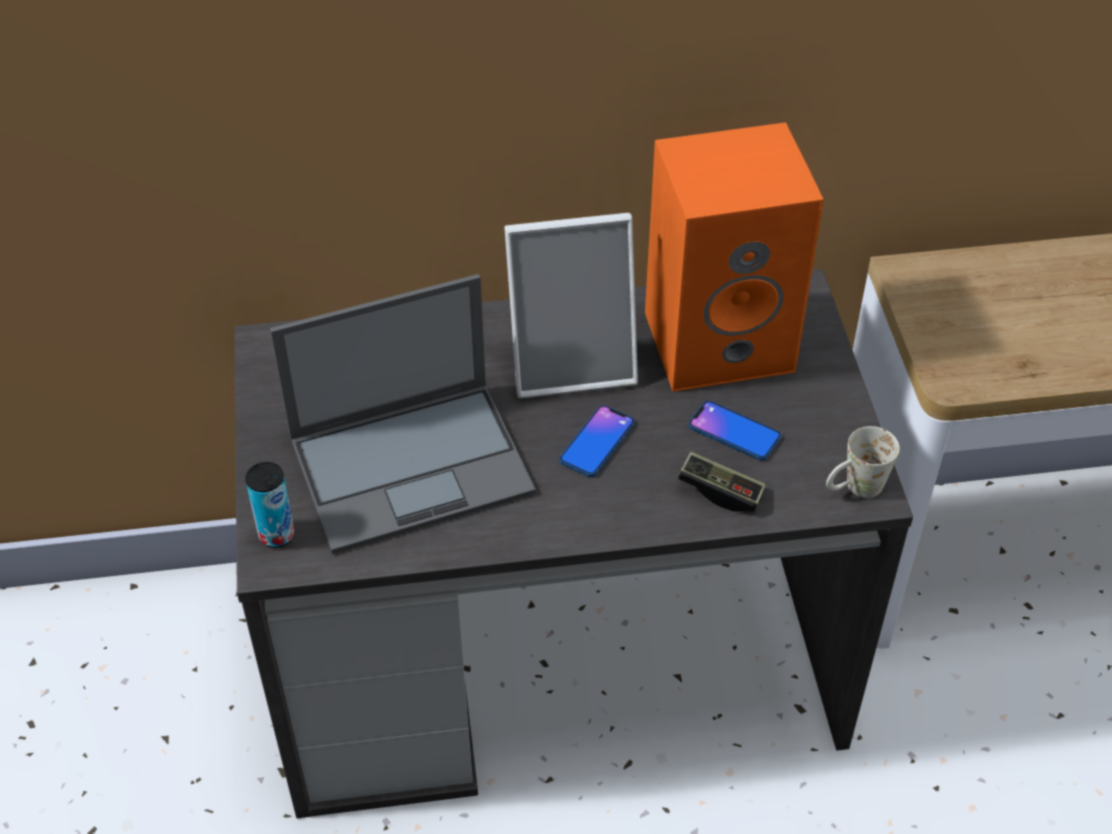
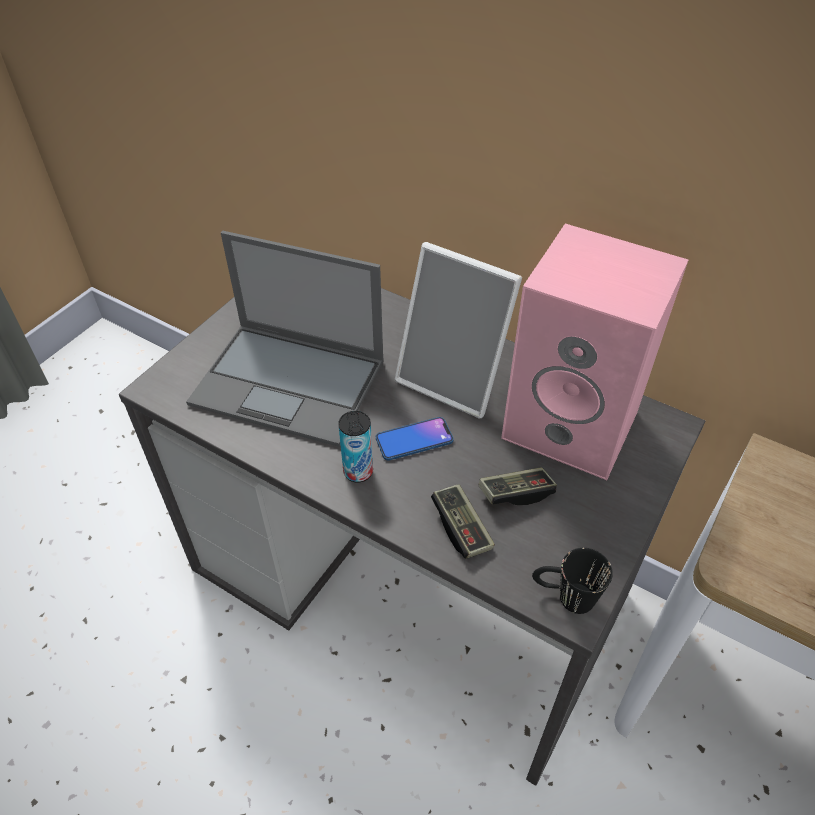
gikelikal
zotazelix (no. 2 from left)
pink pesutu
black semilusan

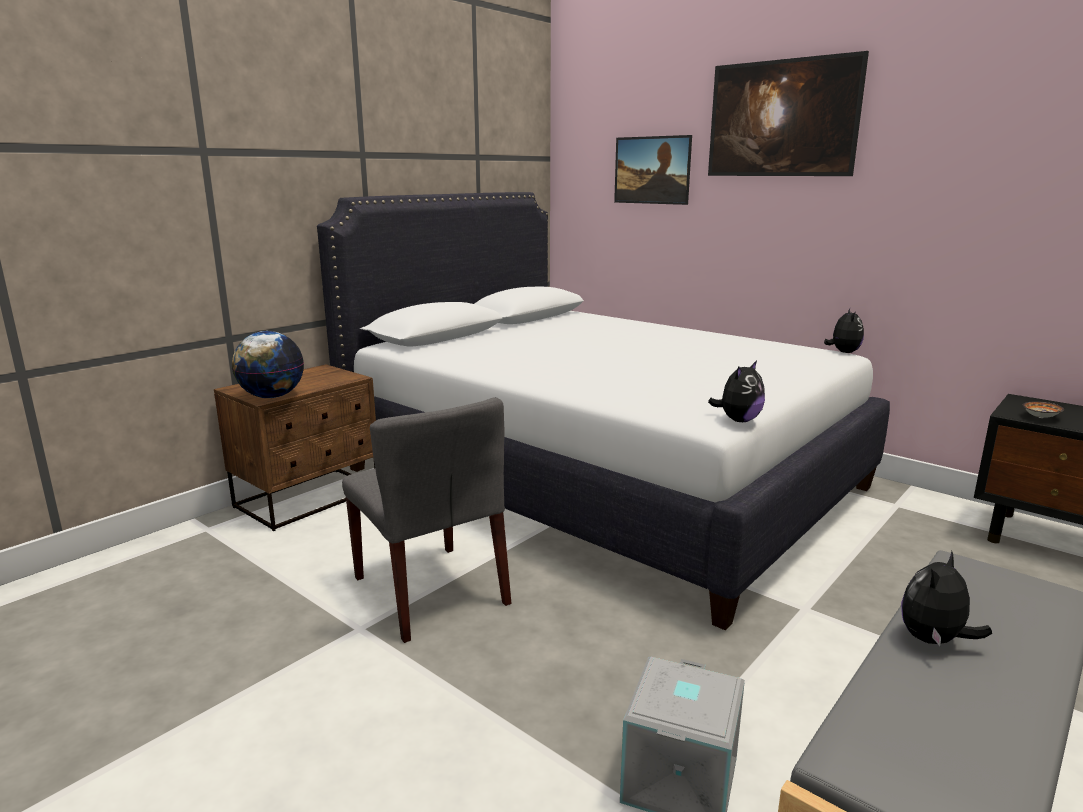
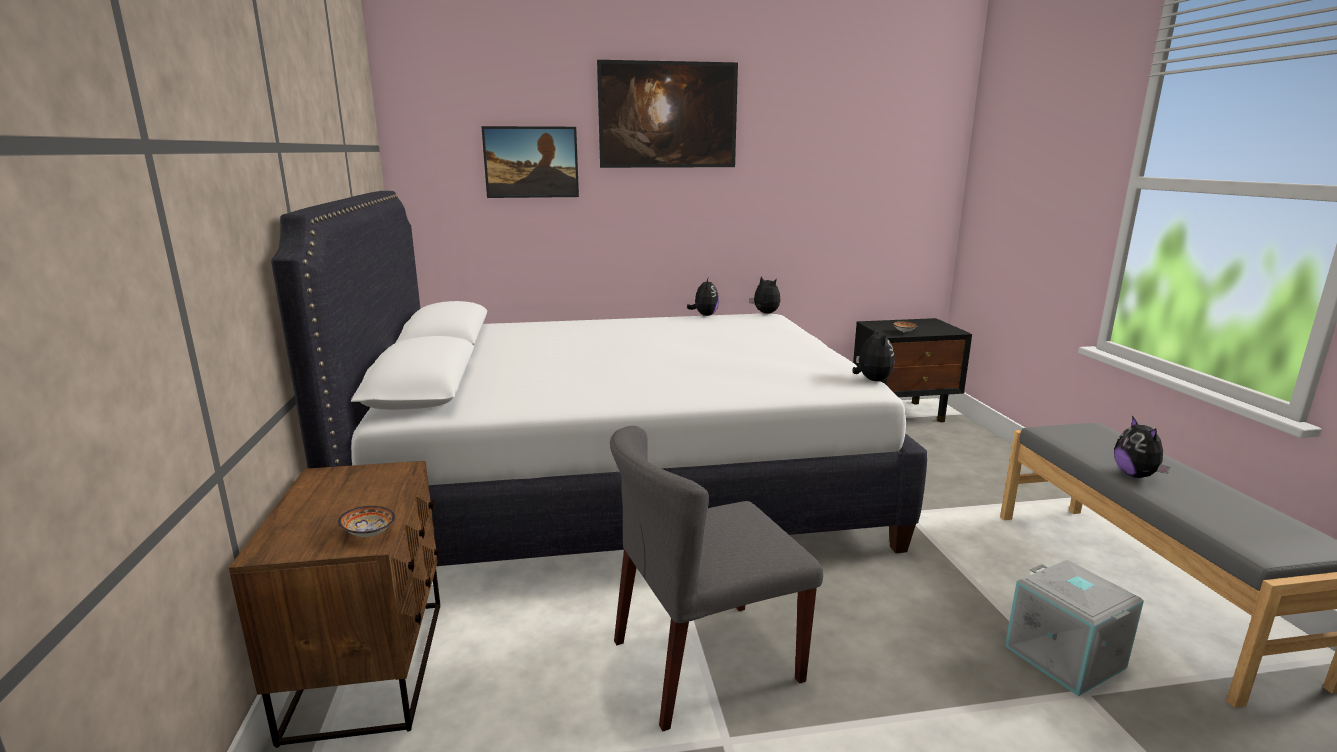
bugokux (no. 1 from left)
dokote (no. 1 from left)
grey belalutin

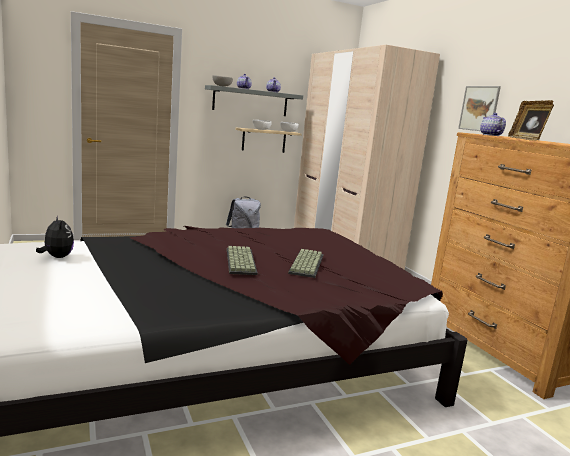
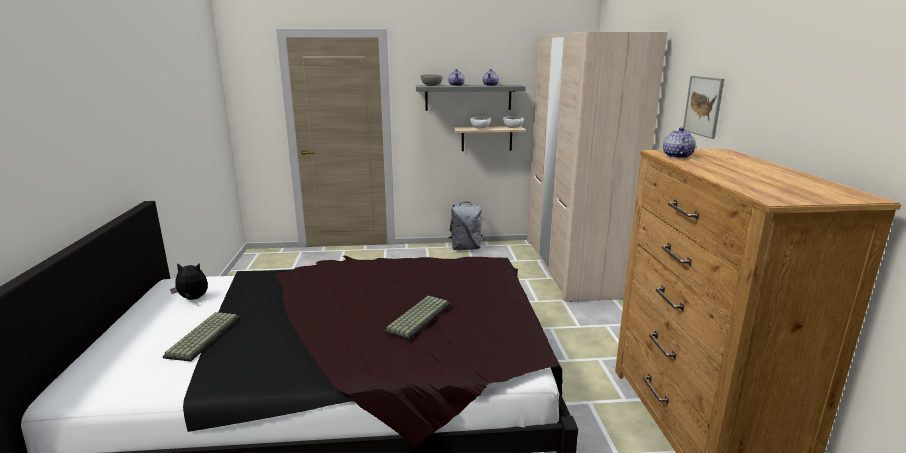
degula
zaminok (no. 1 from left)
bugokux

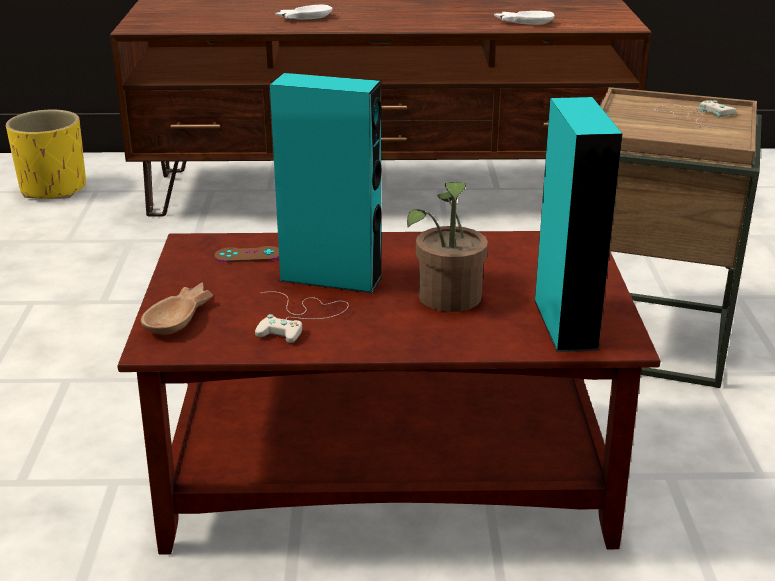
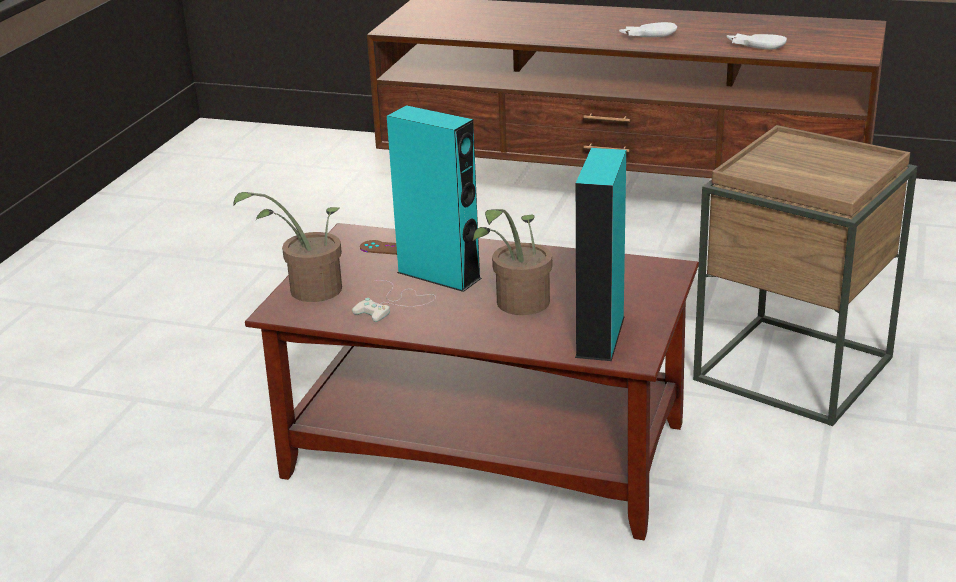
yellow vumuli
white zotazelix (no. 2 from left in the first image)
white dokote (no. 1 from left)
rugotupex (no. 1 from left)

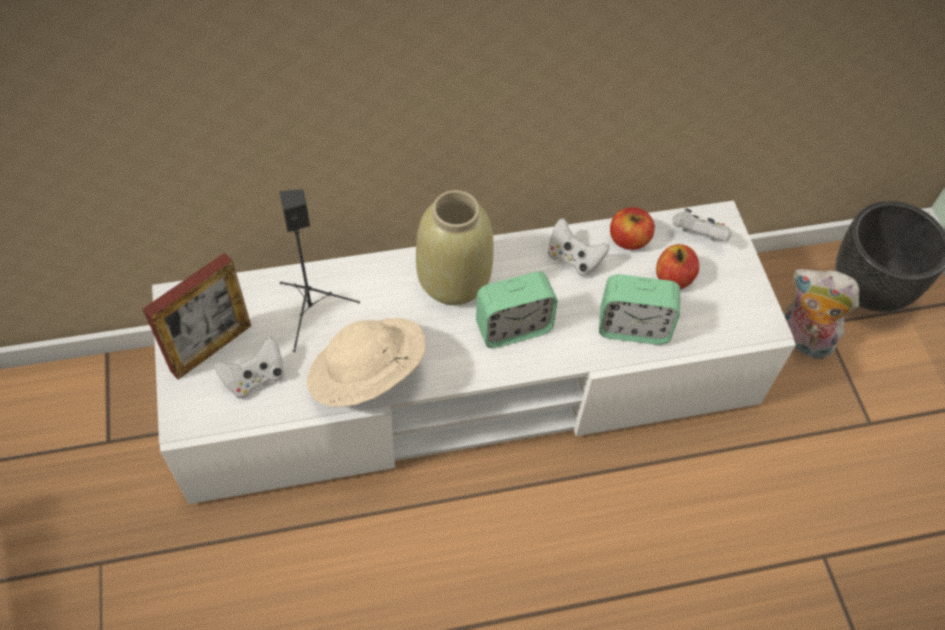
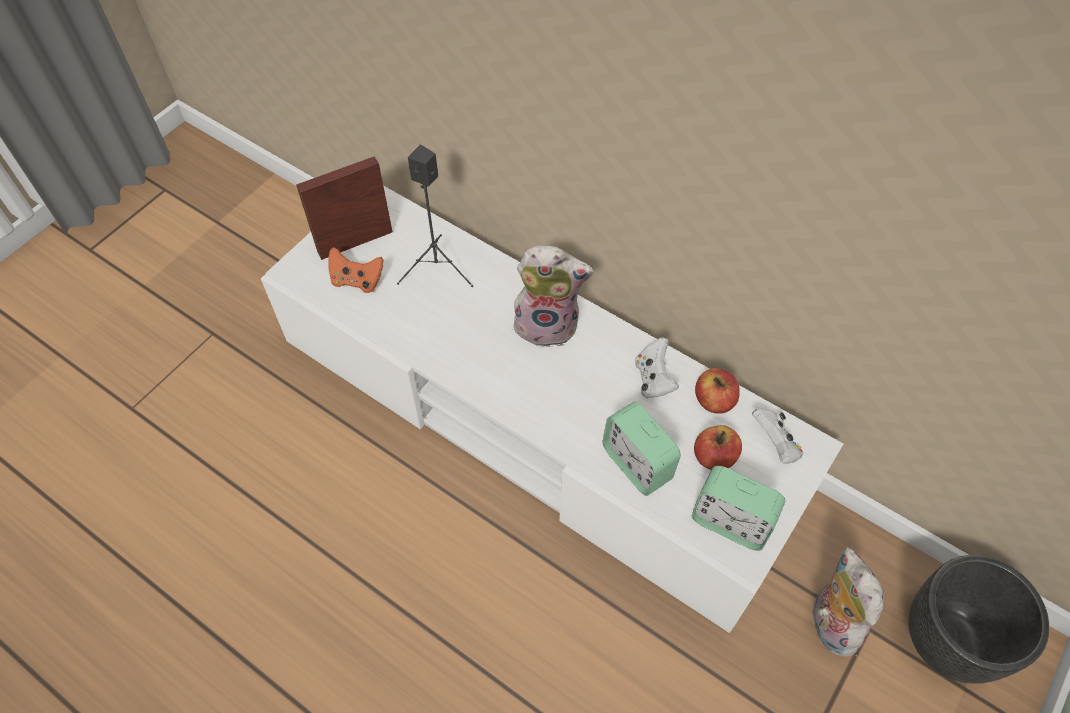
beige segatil
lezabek (no. 2 from left)
bugokux (no. 1 from left)
orange zotazelix
degula

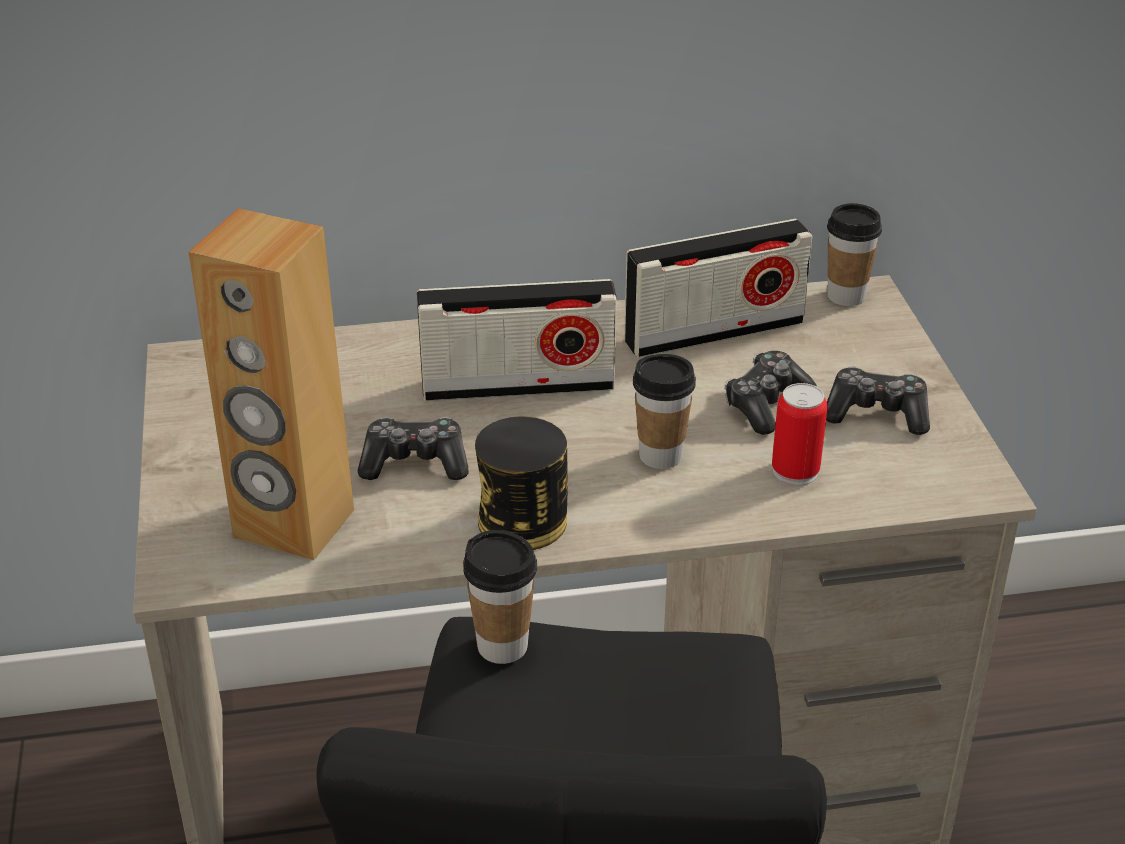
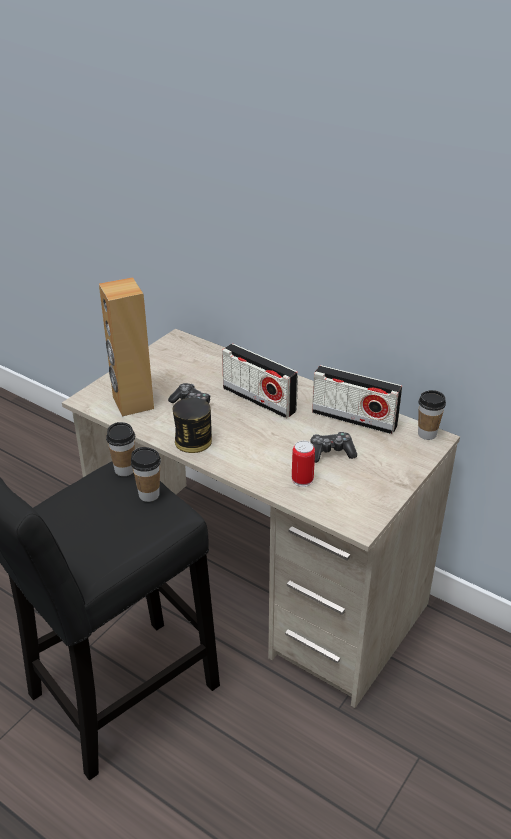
zotazelix (no. 3 from left in the first image)
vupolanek (no. 2 from left)

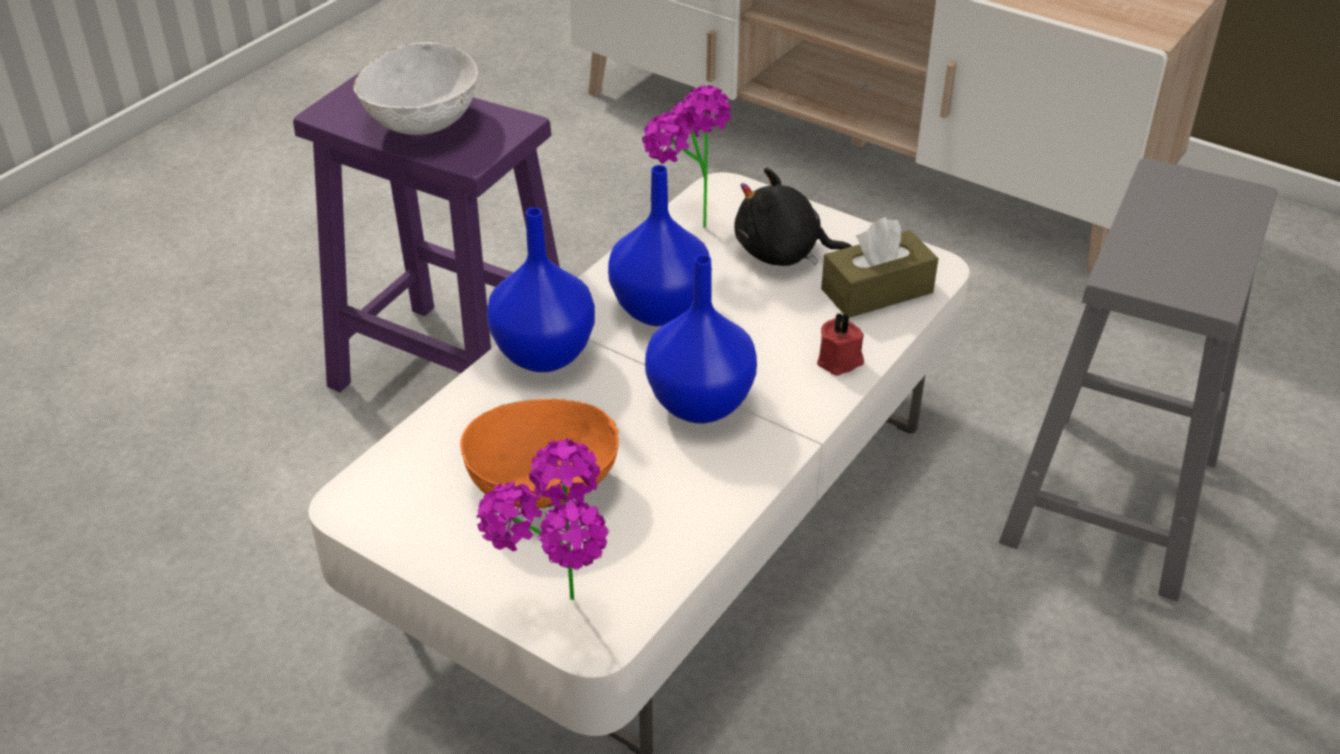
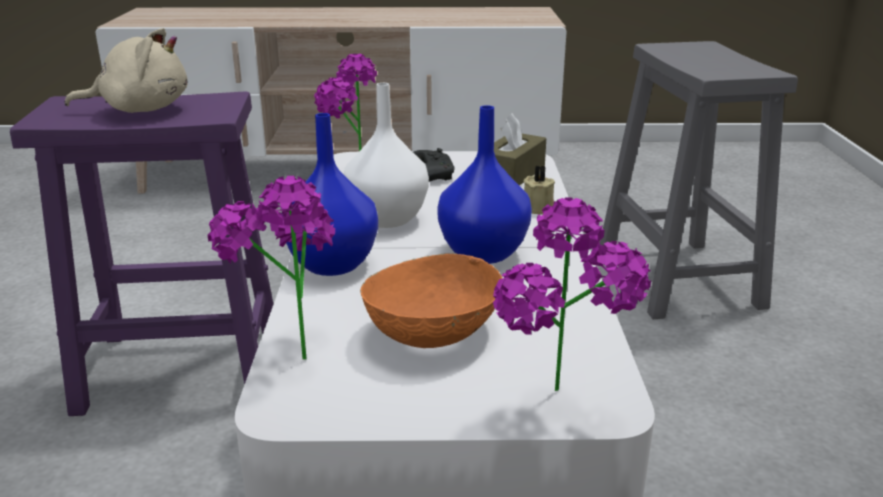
rugotupex (no. 1 from left)
beige bugokux
black zotazelix
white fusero
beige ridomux

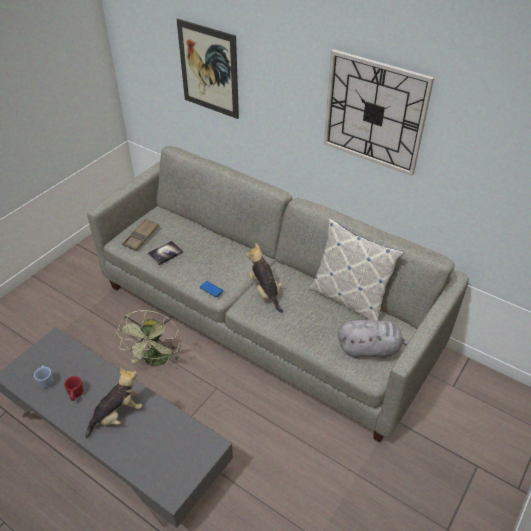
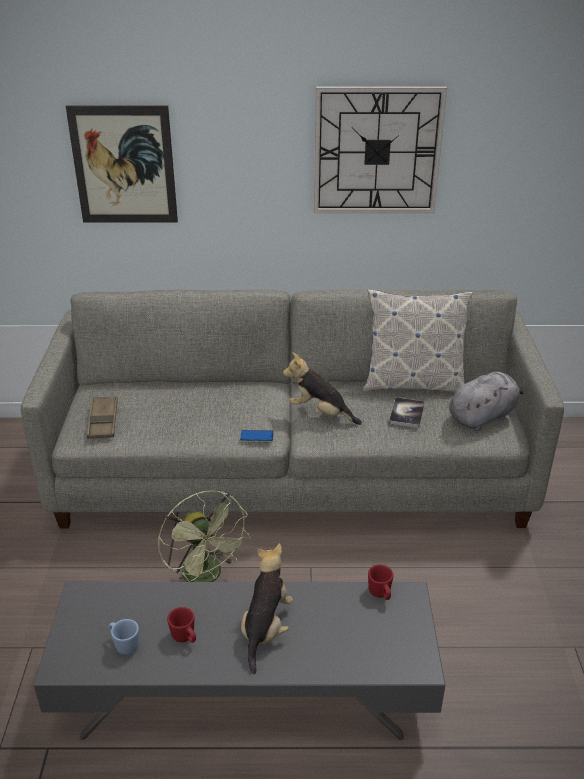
red semilusan (no. 2 from left)
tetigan

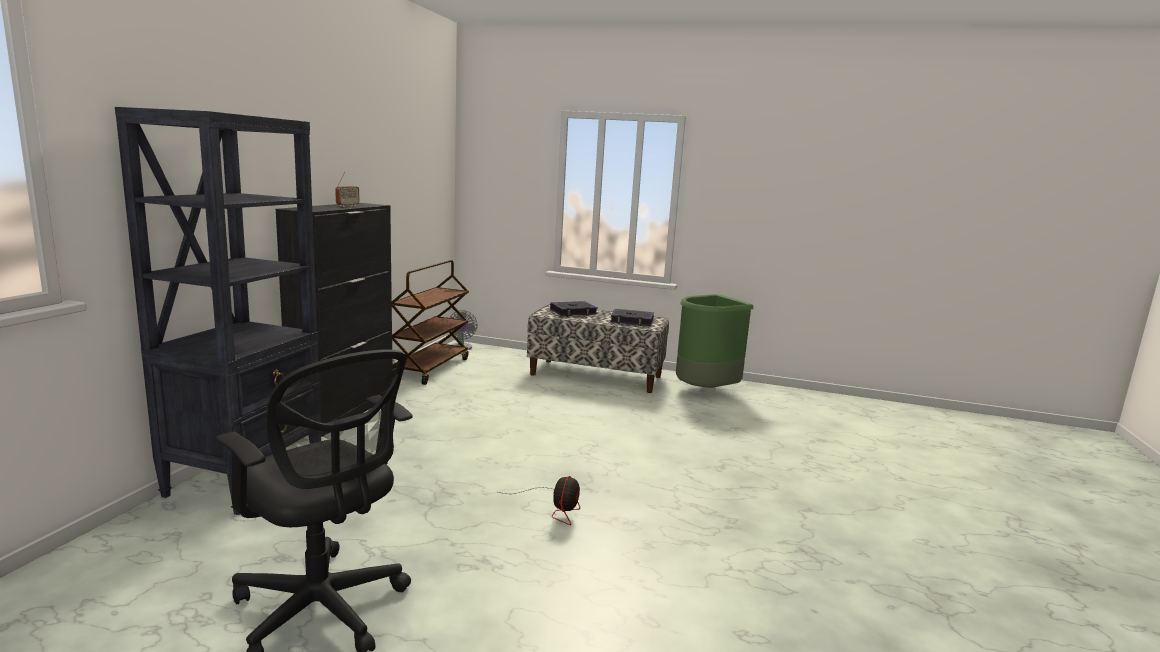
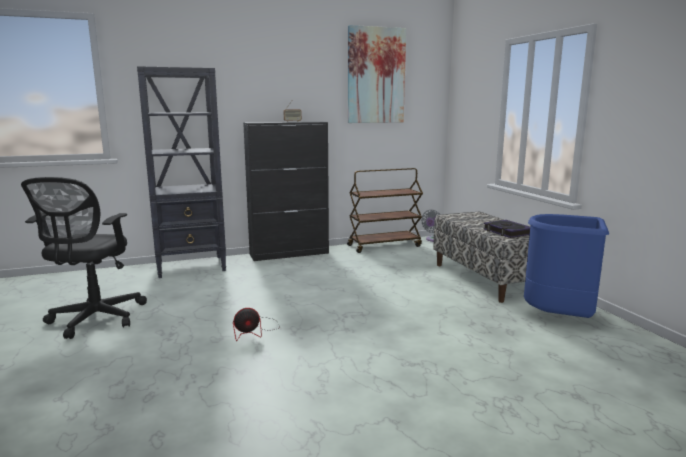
tetigan (no. 1 from left in the first image)
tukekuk
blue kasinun

